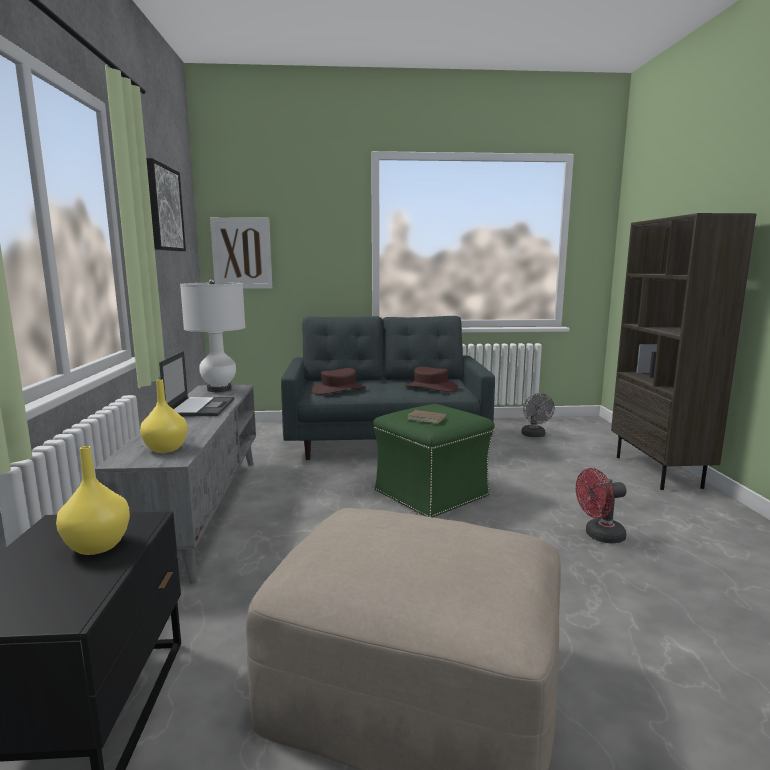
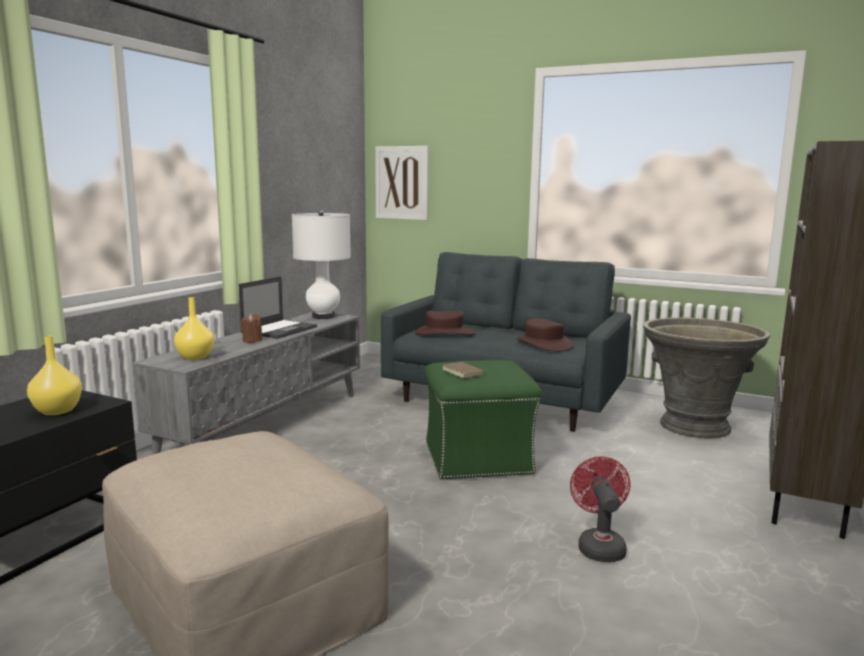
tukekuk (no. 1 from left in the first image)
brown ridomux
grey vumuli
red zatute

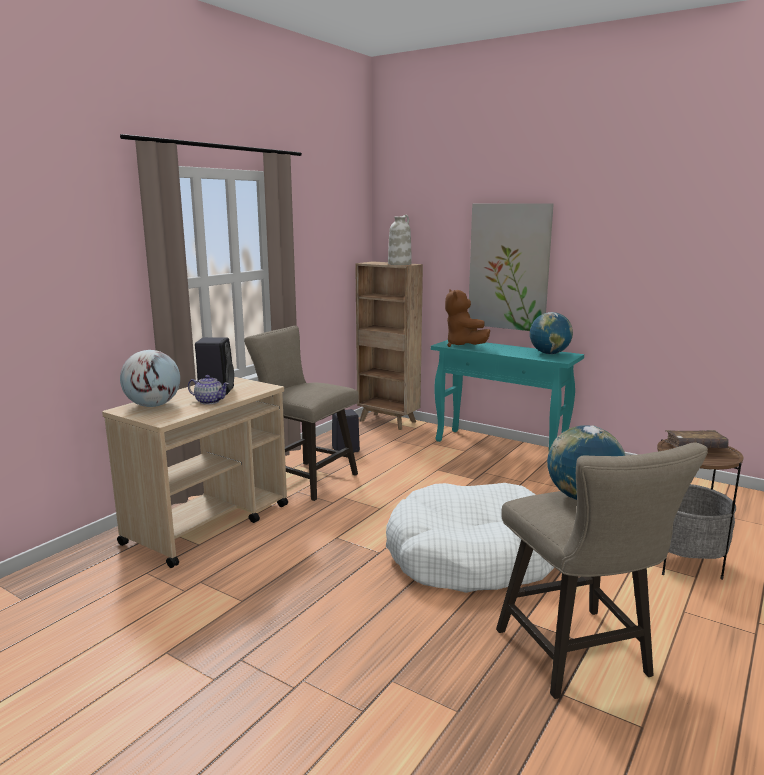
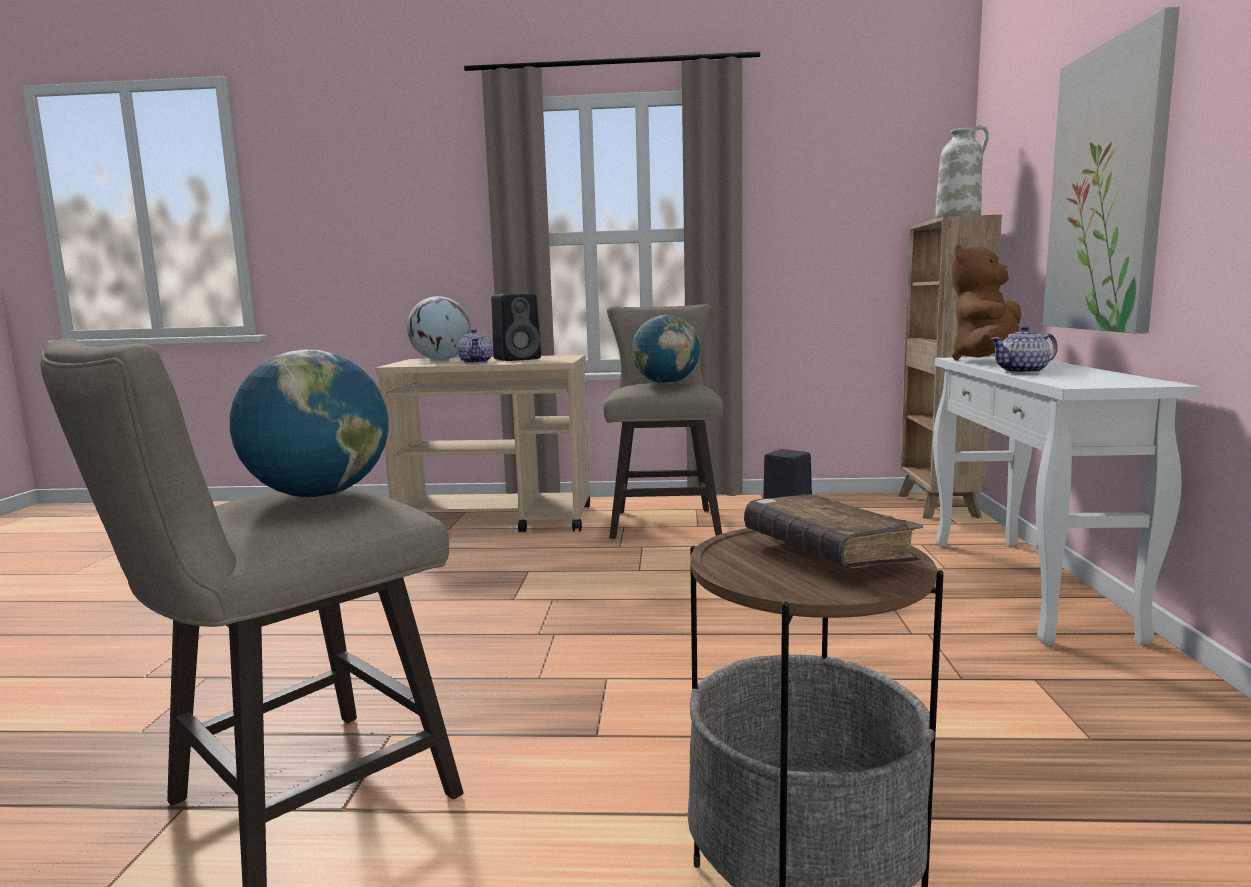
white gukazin
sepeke (no. 2 from left)
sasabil (no. 3 from left)
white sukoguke

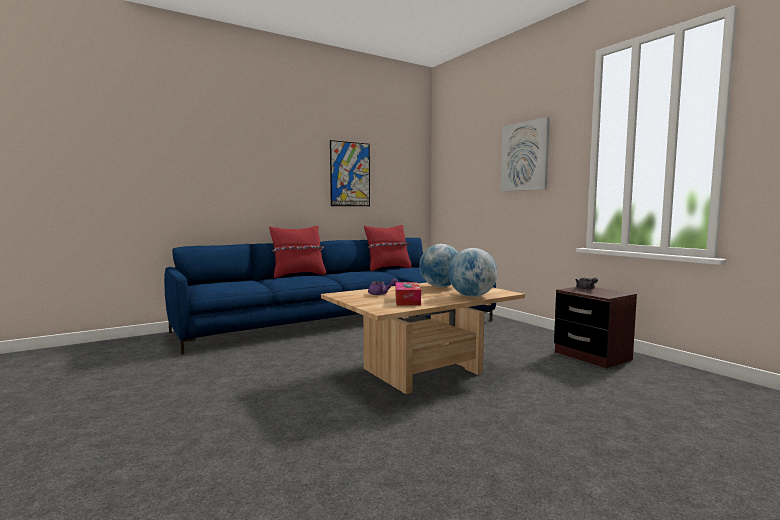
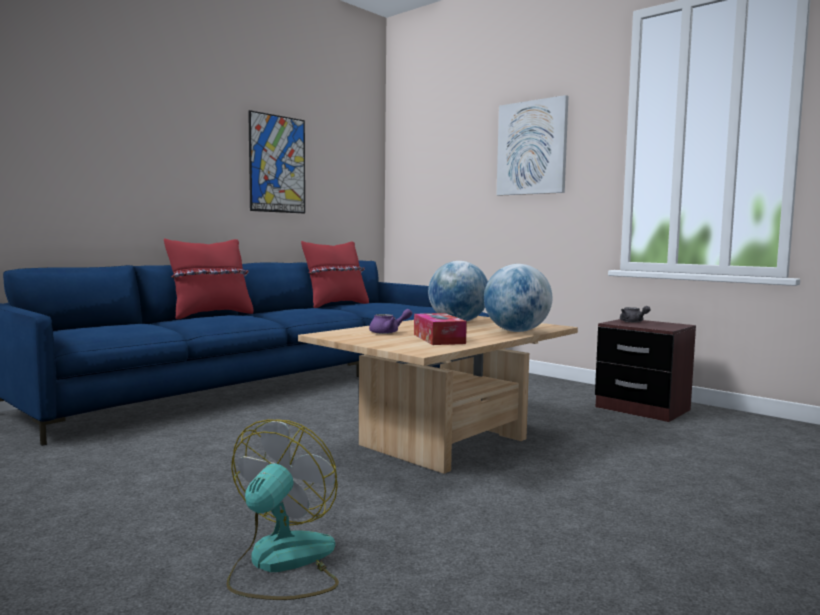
zatute

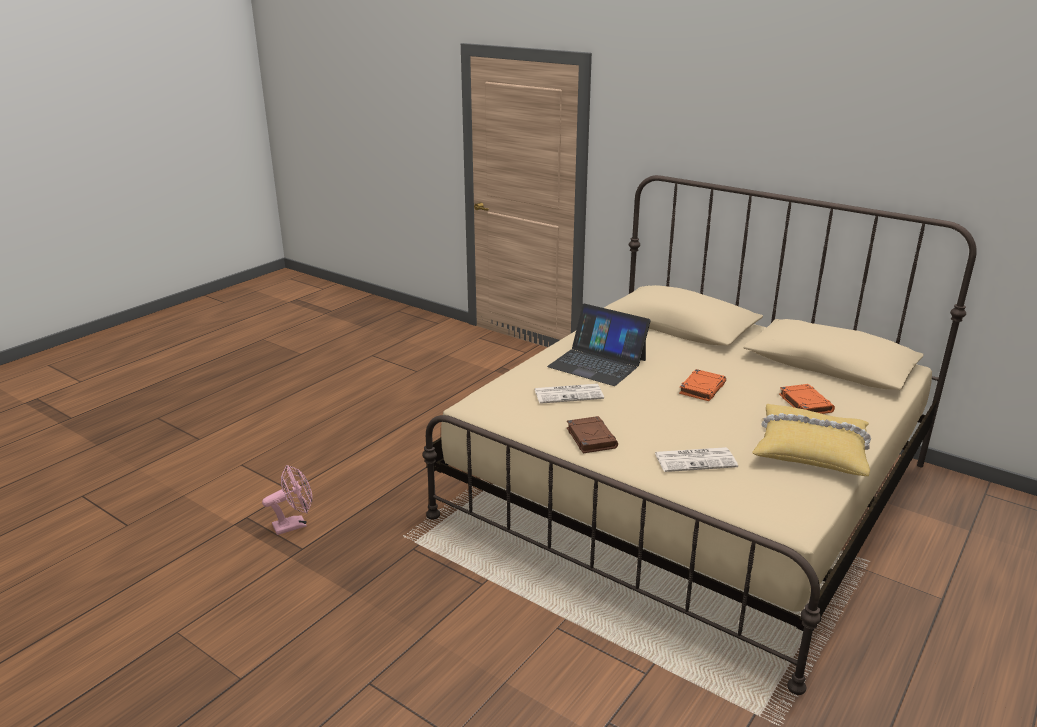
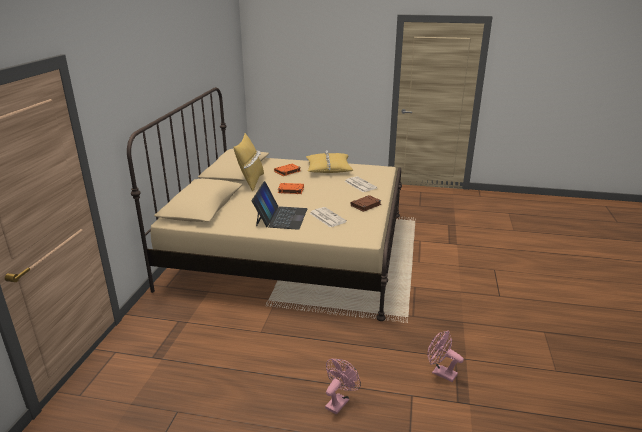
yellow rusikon (no. 1 from left)
pink zatute (no. 1 from left)

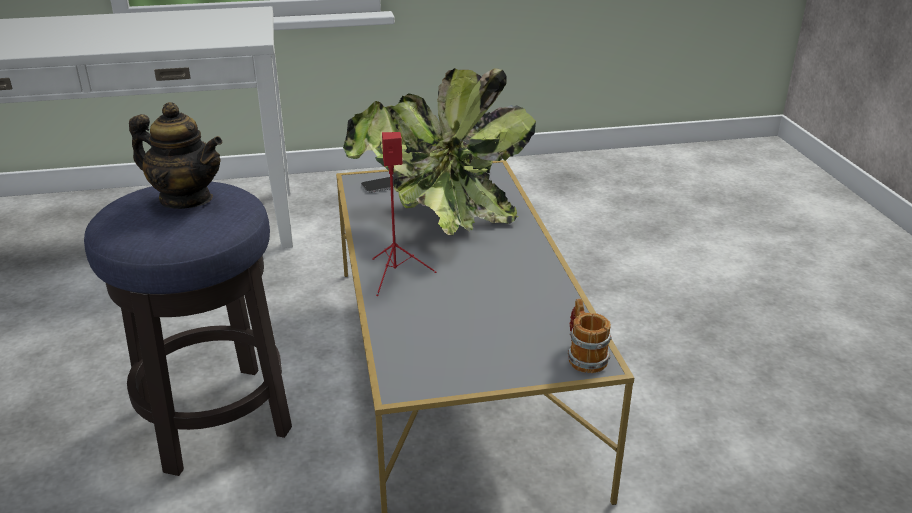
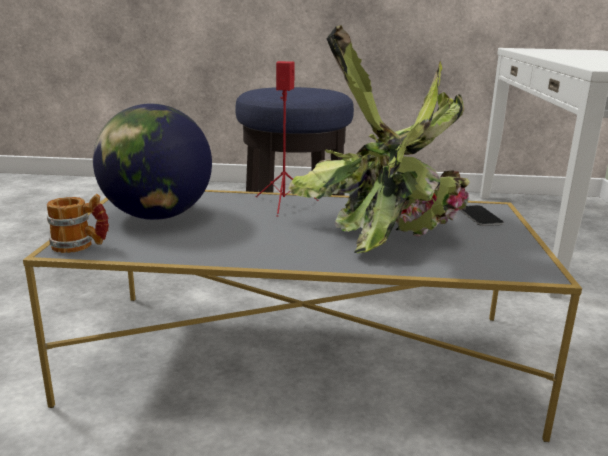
sepeke
sasabil

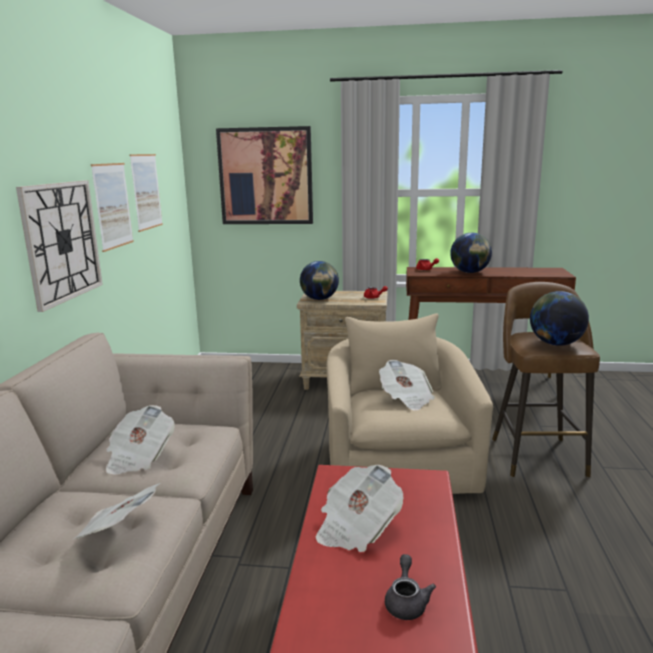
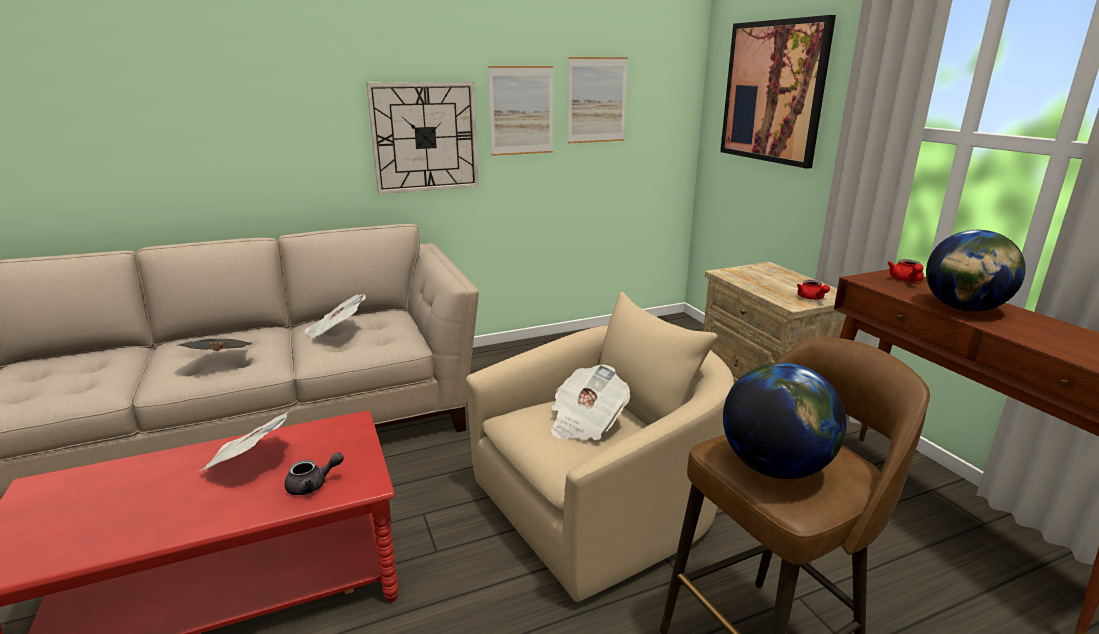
sasabil (no. 1 from left in the first image)
grey sepeke

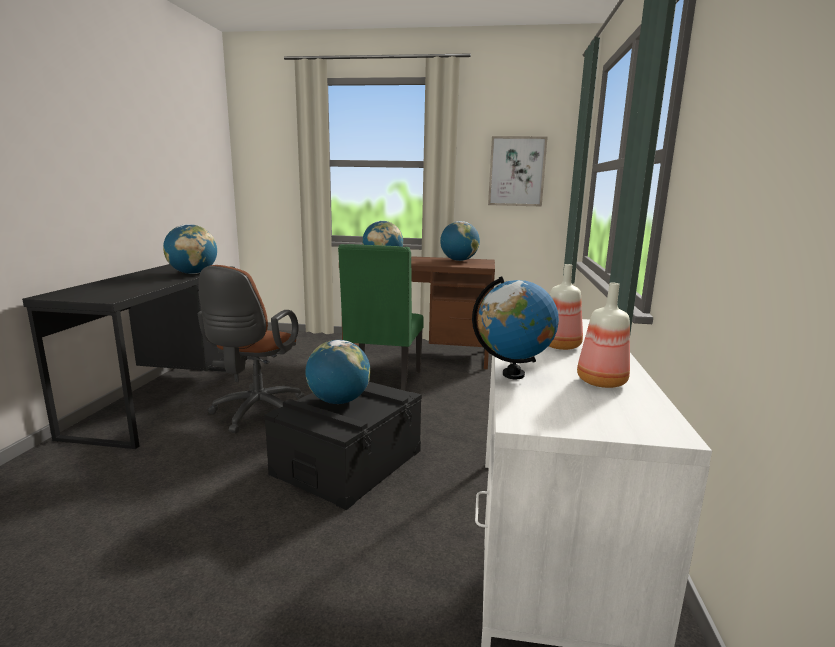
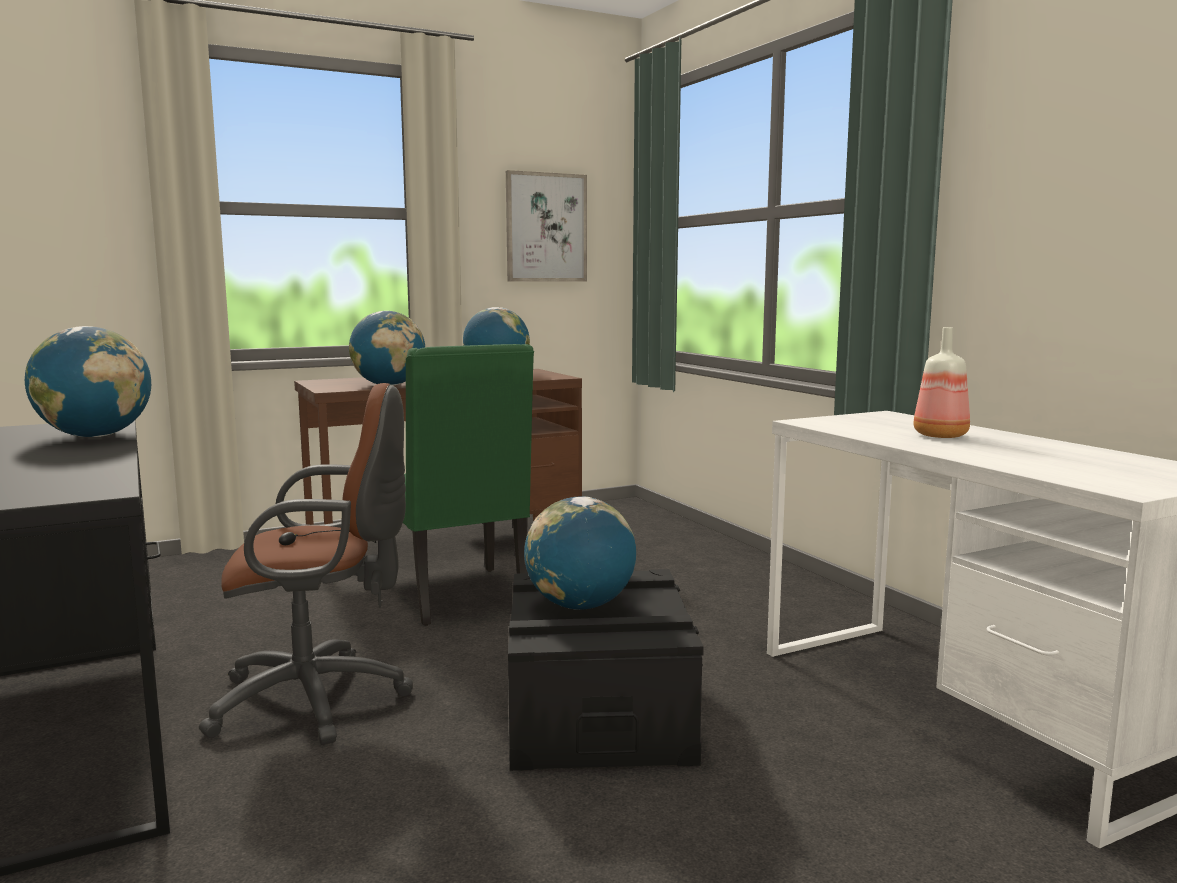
sasabil (no. 5 from left in the first image)
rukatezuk (no. 2 from left in the first image)
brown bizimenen

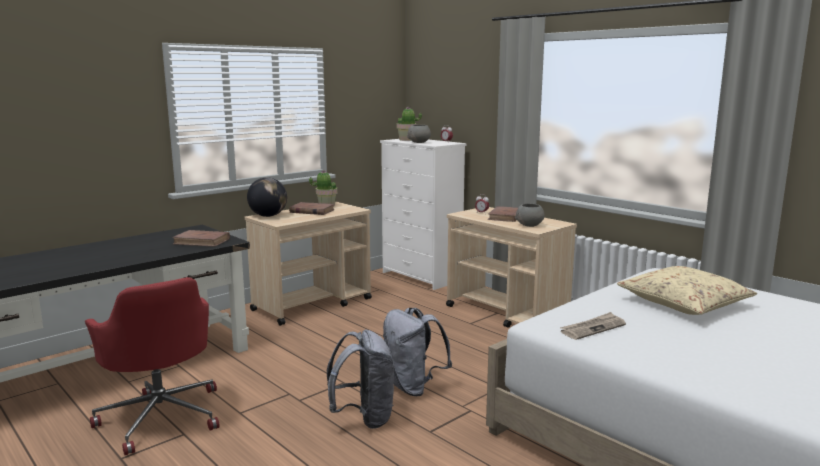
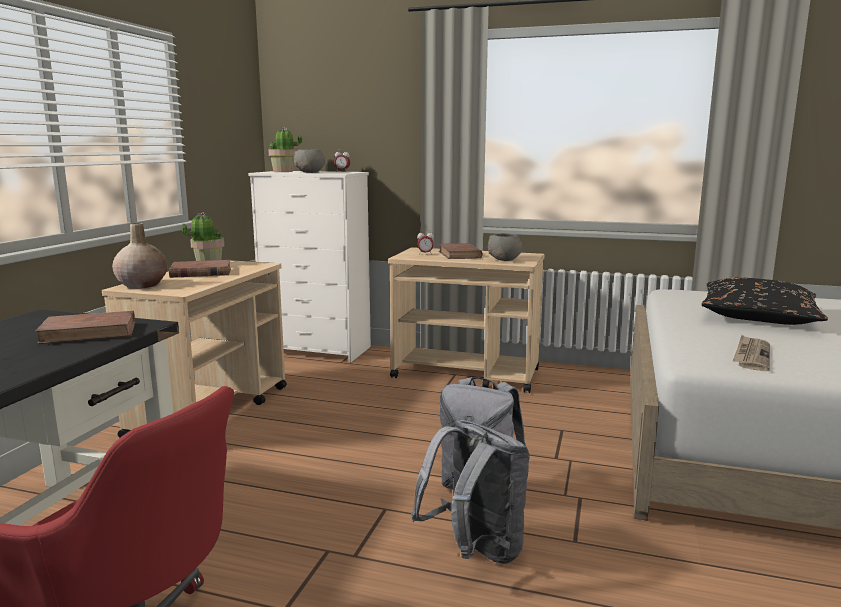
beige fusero
black rusikon

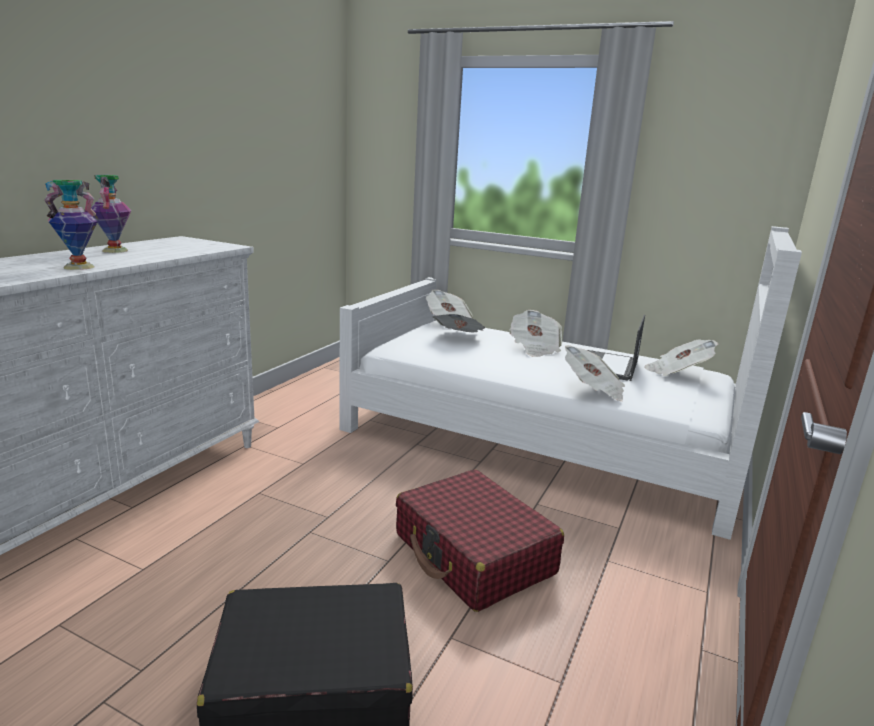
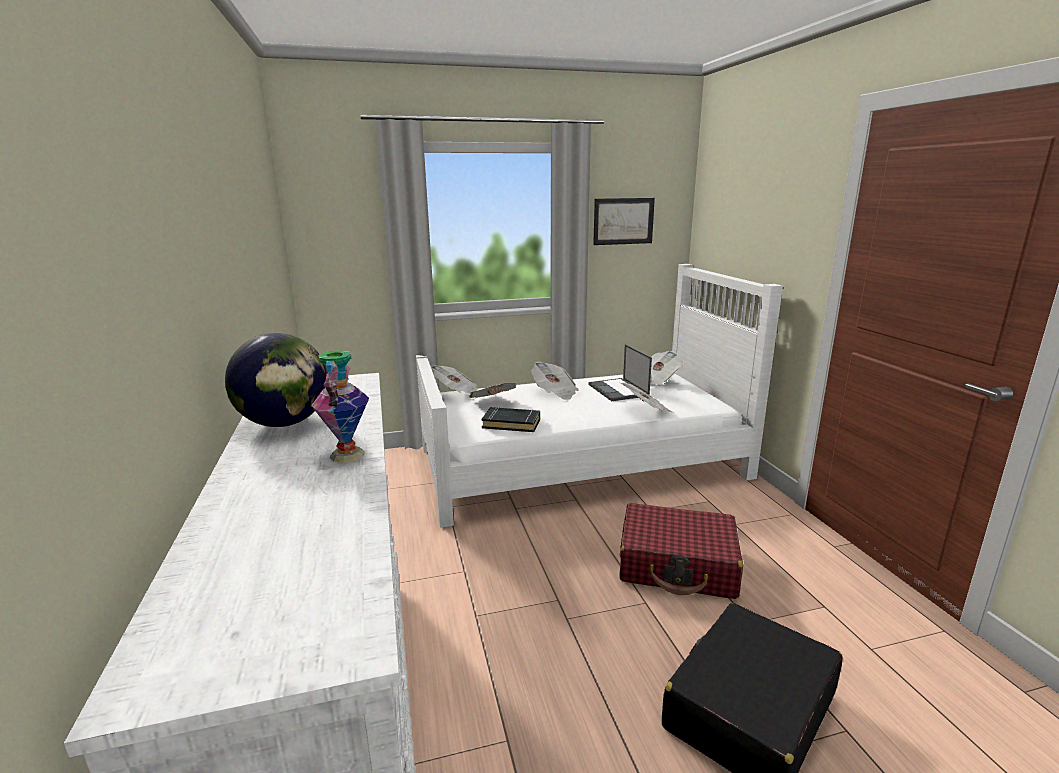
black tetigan
tukekuk
sasabil

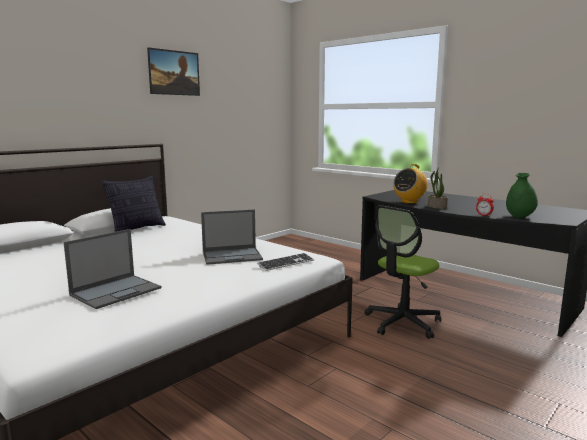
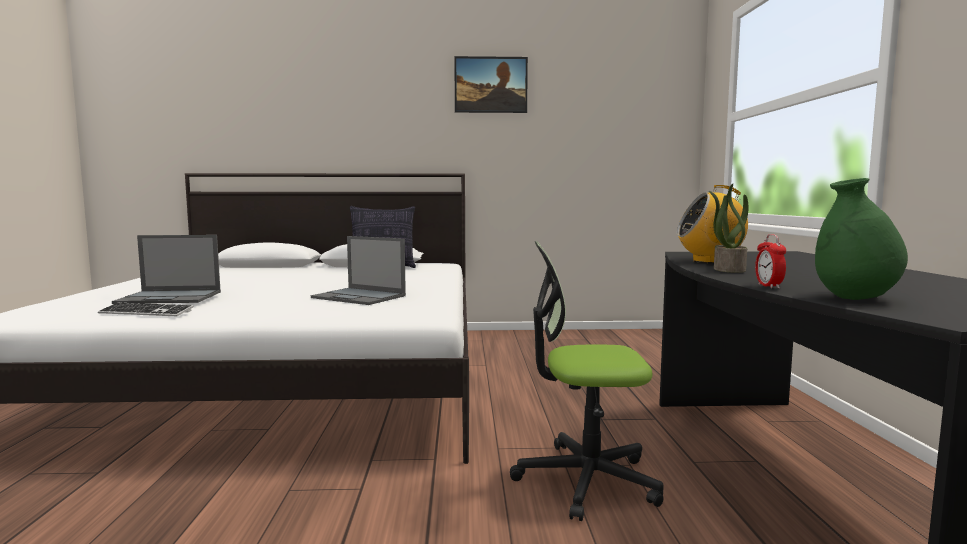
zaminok

